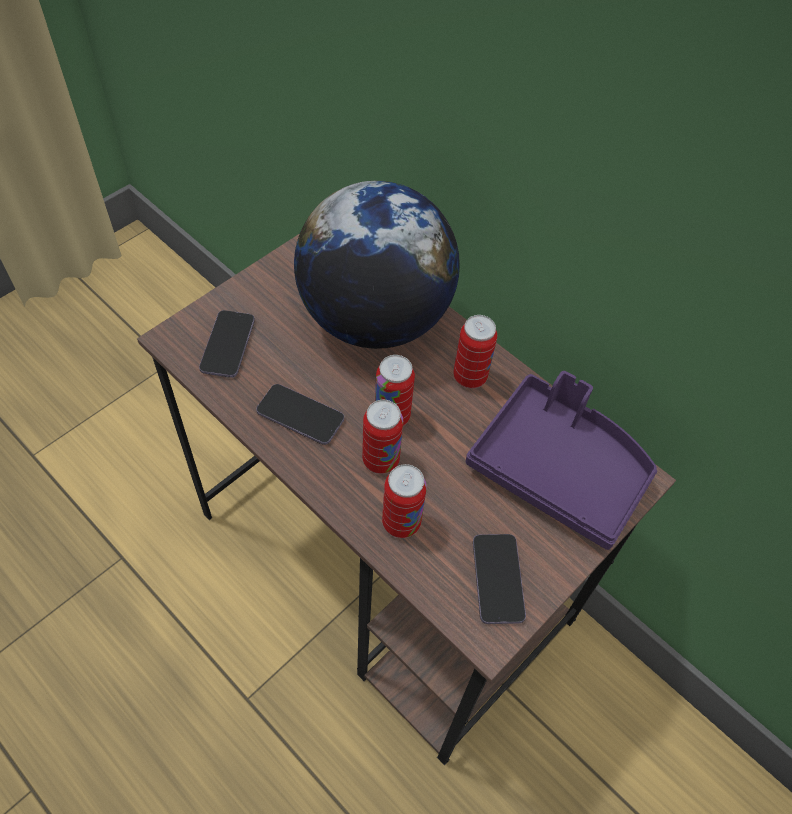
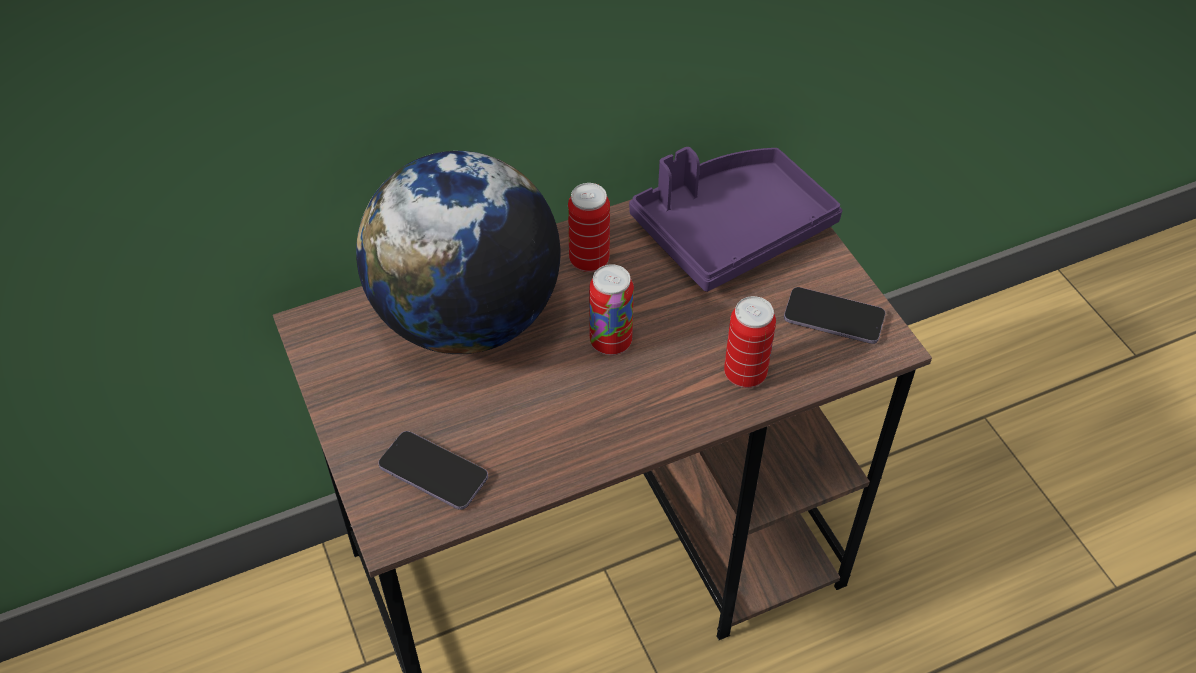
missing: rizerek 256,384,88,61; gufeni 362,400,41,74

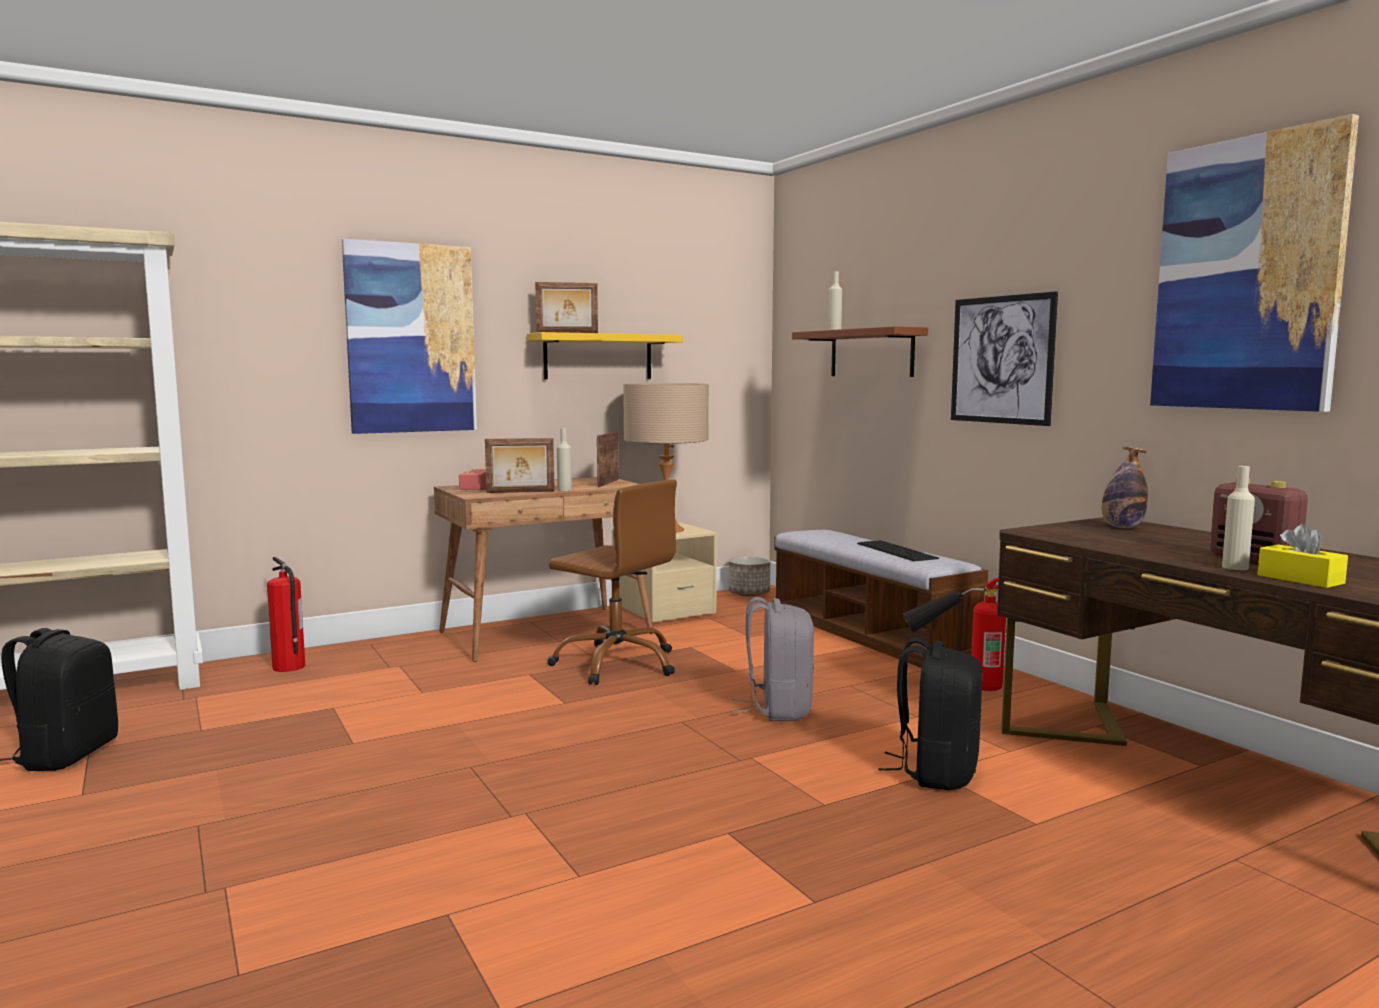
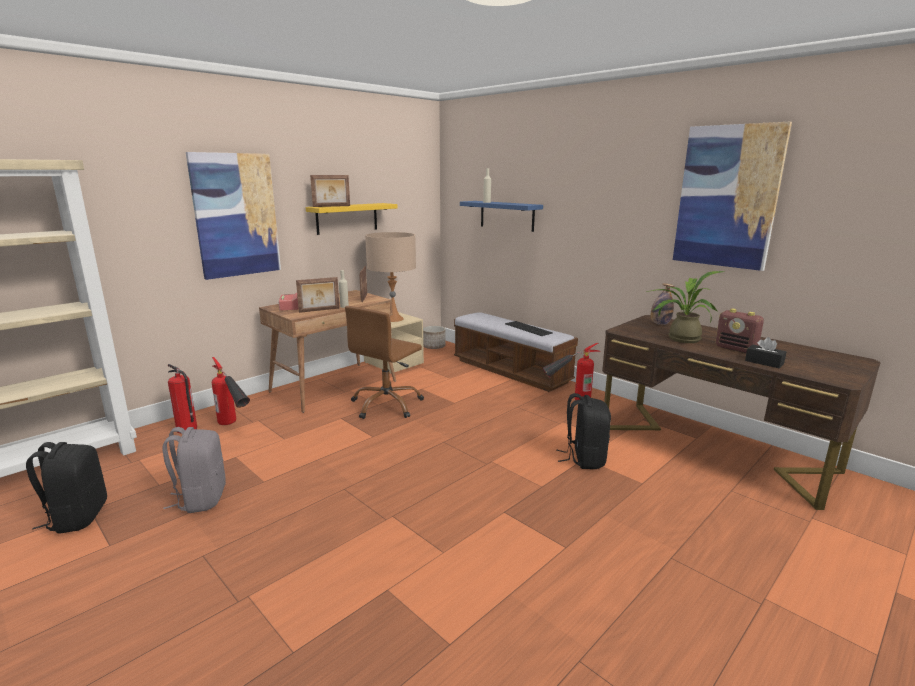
missing: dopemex 951,291,107,135; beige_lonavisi 1222,466,33,104
appeared: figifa 646,271,78,72; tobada 212,357,38,68
relocated: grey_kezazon 732,597,82,124 to 162,427,64,86
colour: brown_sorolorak 792,326,136,51 to blue_sorolorak 460,201,83,31; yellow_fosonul 1257,524,91,64 to black_fosonul 745,337,41,31
spun: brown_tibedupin 547,480,130,205 = 345,306,79,113 105 degrees clockwise

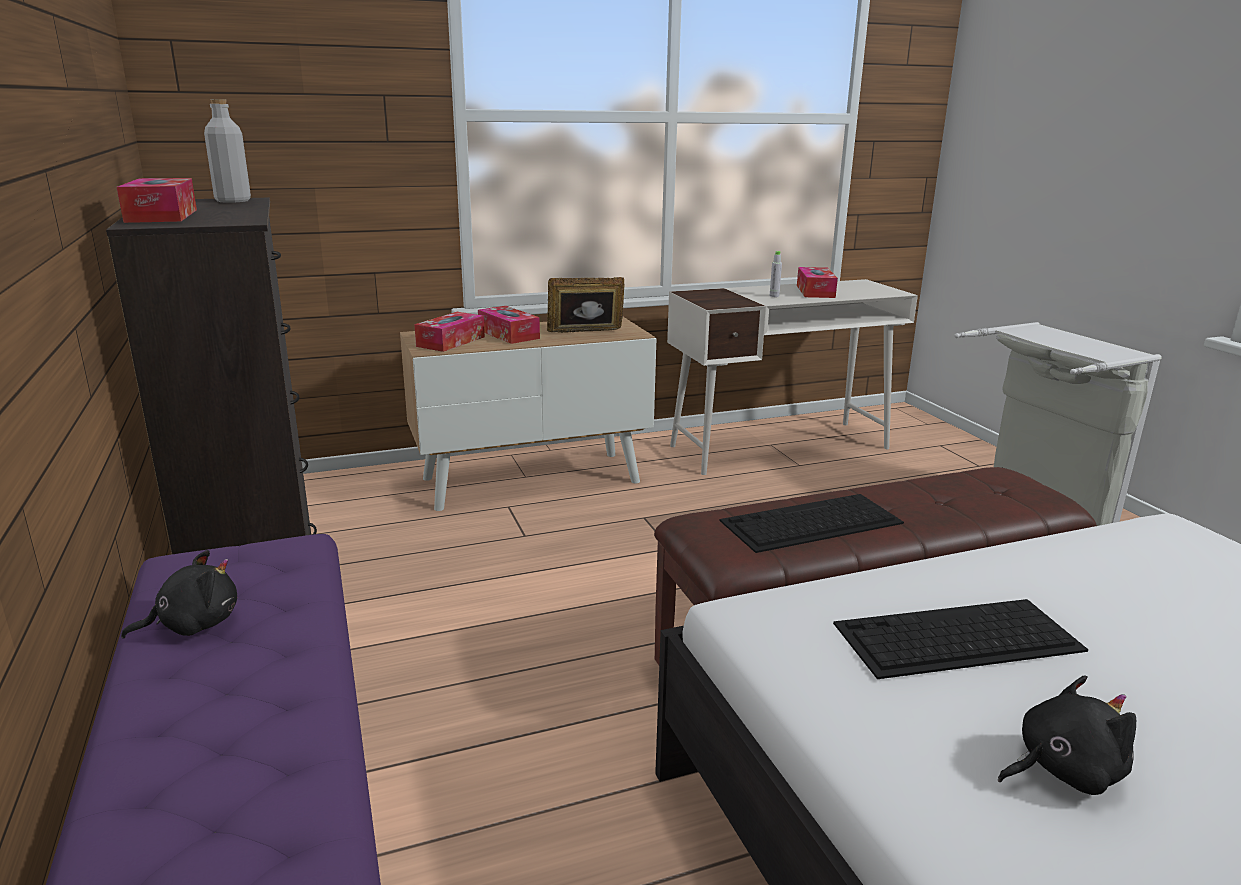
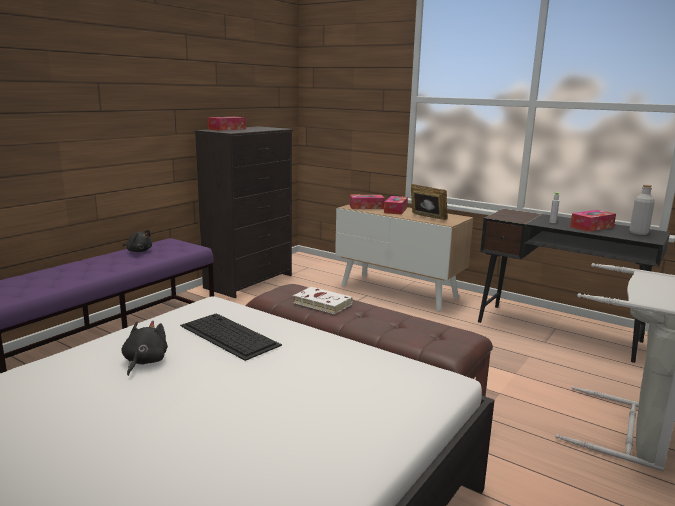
relocated: grey_lonavisi 204,99,47,104 to 629,185,26,50
exchanged: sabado 720,494,184,59 to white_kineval 293,287,60,27
colour: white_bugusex 667,279,251,196 to black_bugusex 478,209,192,154
spun: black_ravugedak 998,675,138,120 = 121,321,47,55 120 degrees counterclockwise

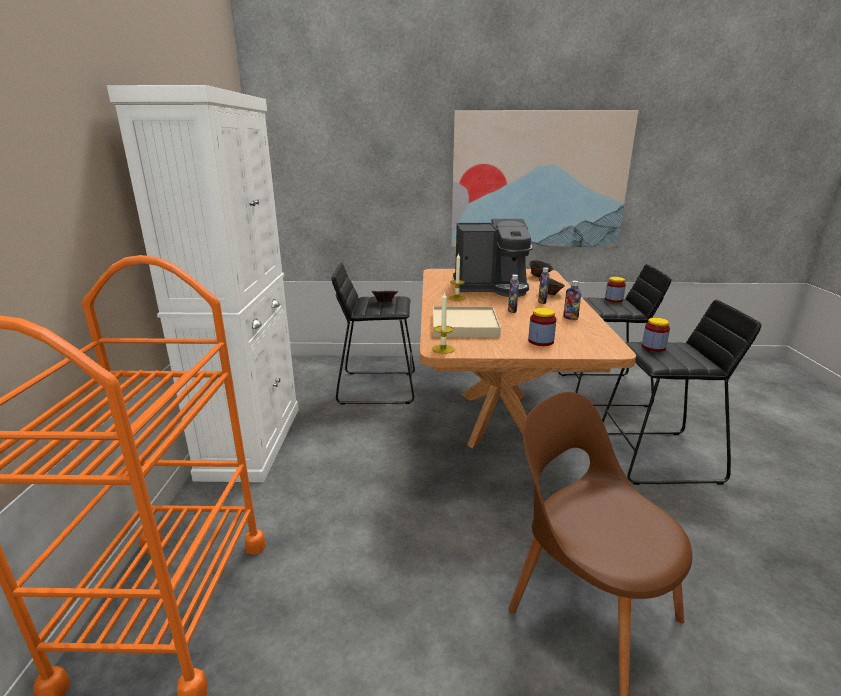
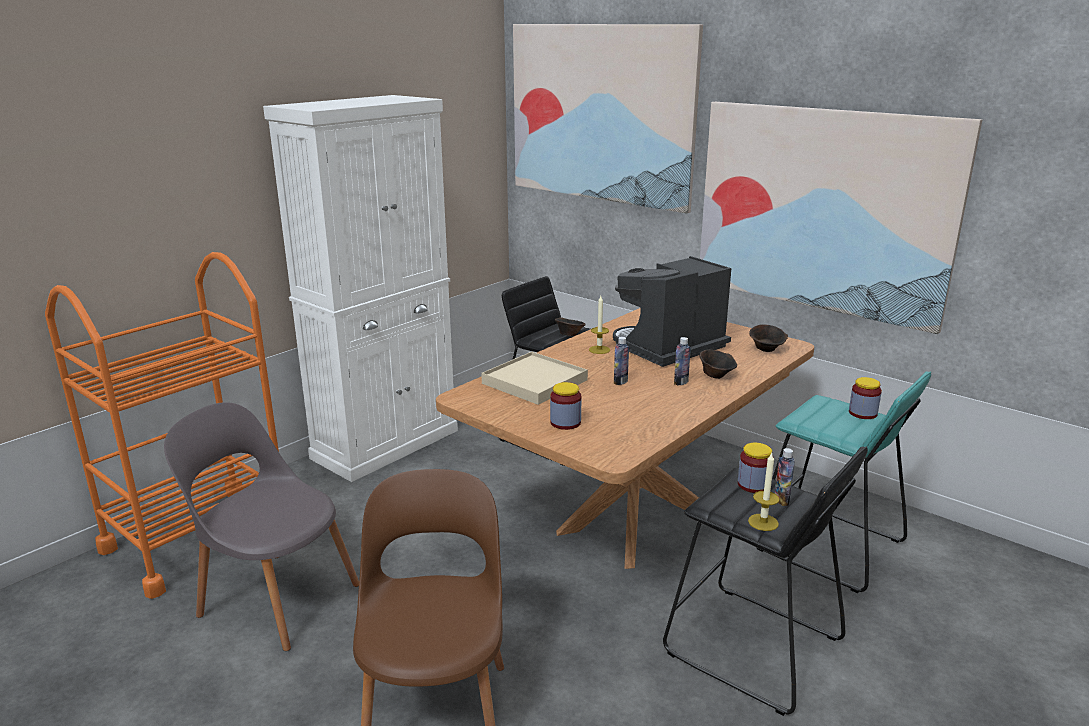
appeared: dopemex 513,24,190,189; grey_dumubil 164,402,195,249
relocated: lonavisi 563,281,18,39 to 775,448,20,58; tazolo 432,291,22,63 to 748,453,32,78
colour: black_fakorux 558,264,113,143 to turquoise_fakorux 756,371,175,222
spun: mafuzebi 453,219,79,78 = 613,256,118,111 105 degrees clockwise

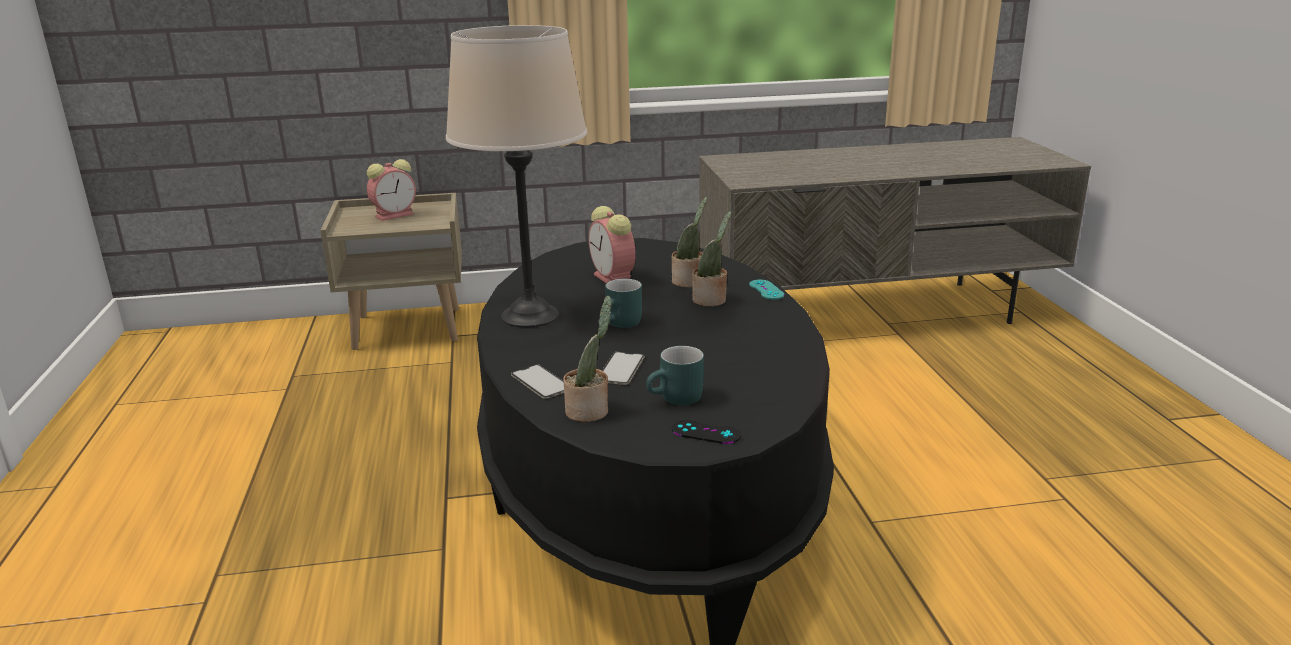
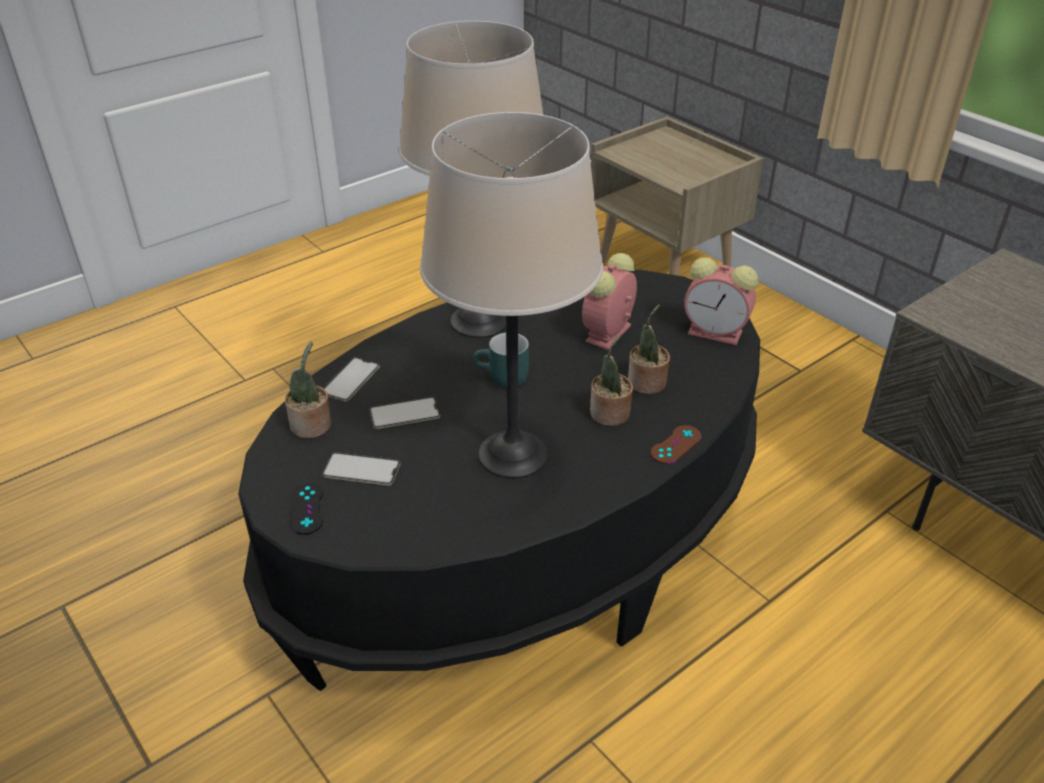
appeared: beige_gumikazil 420,112,183,366
relocated: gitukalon 367,159,49,62 to 684,257,74,88
exchanged: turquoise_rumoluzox 646,346,58,59 to rizerek 322,452,78,34
colour: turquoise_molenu 749,280,35,20 to brown_molenu 651,425,51,39

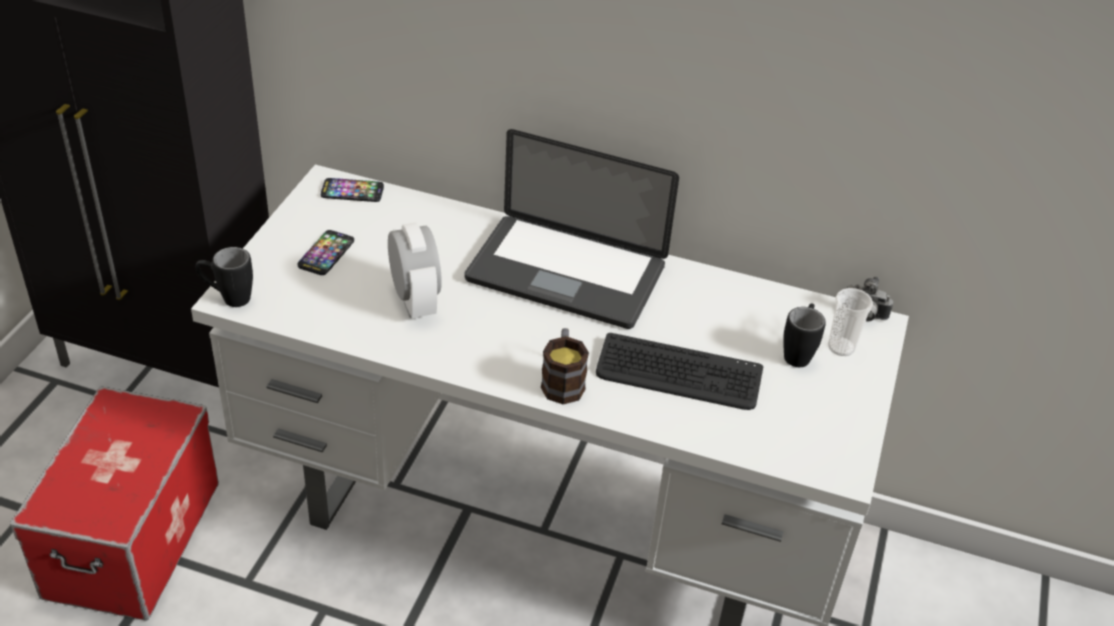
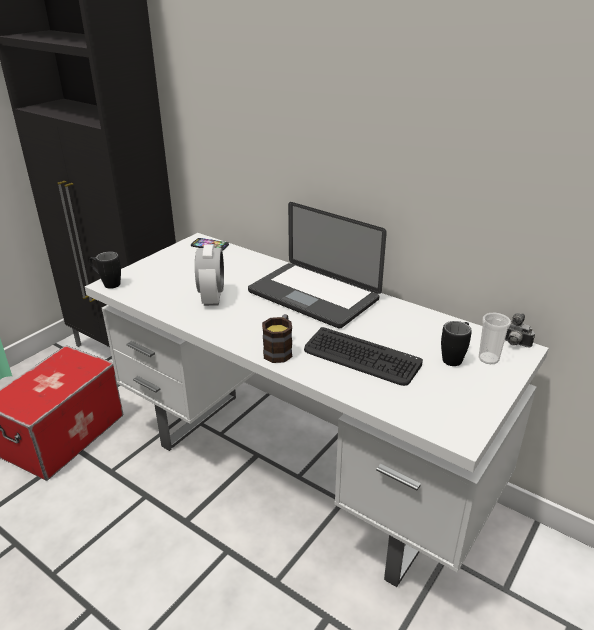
missing: rizerek 298,230,56,45

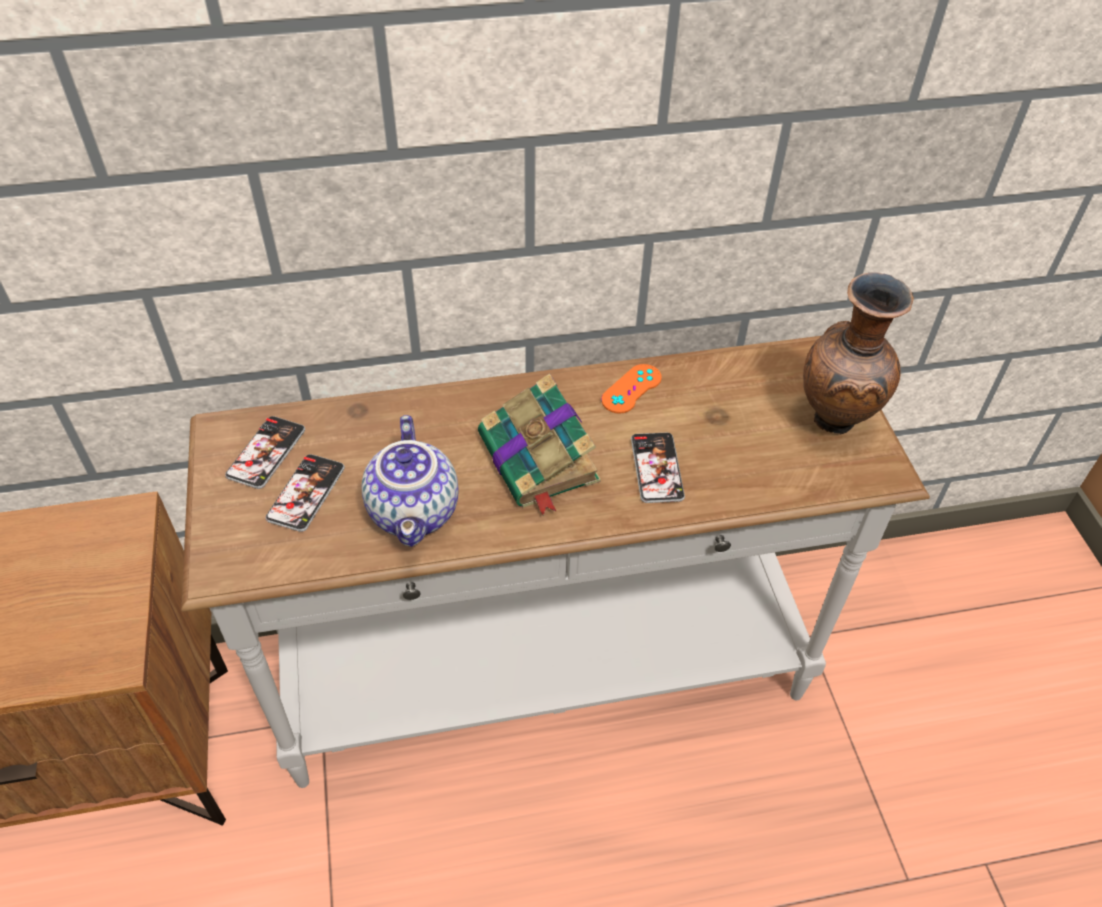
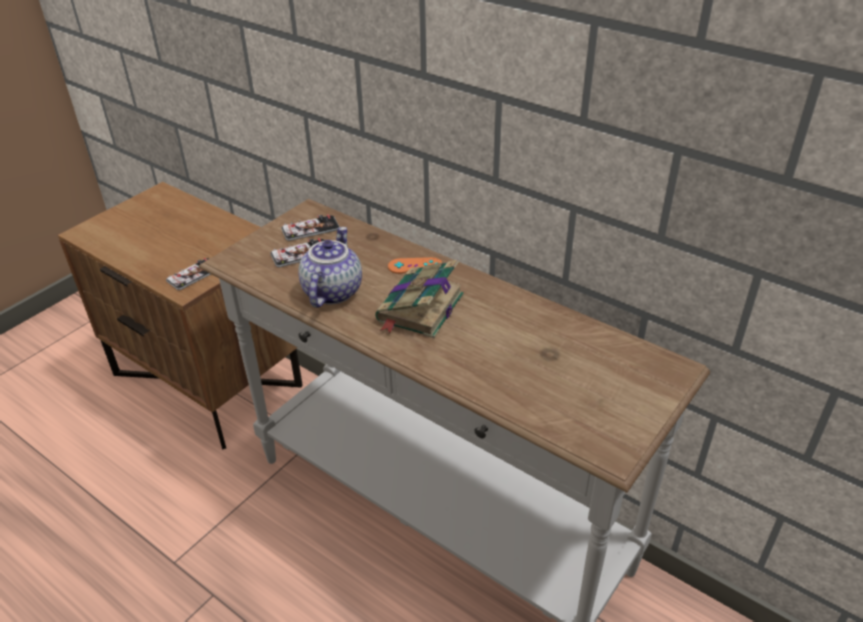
missing: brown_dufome 803,272,111,163
relocated: orange_molenu 601,364,61,50 to 388,257,54,17; rizerek 631,433,54,70 to 166,258,45,32
spun: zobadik 362,415,96,132 = 298,227,64,81 150 degrees clockwise

